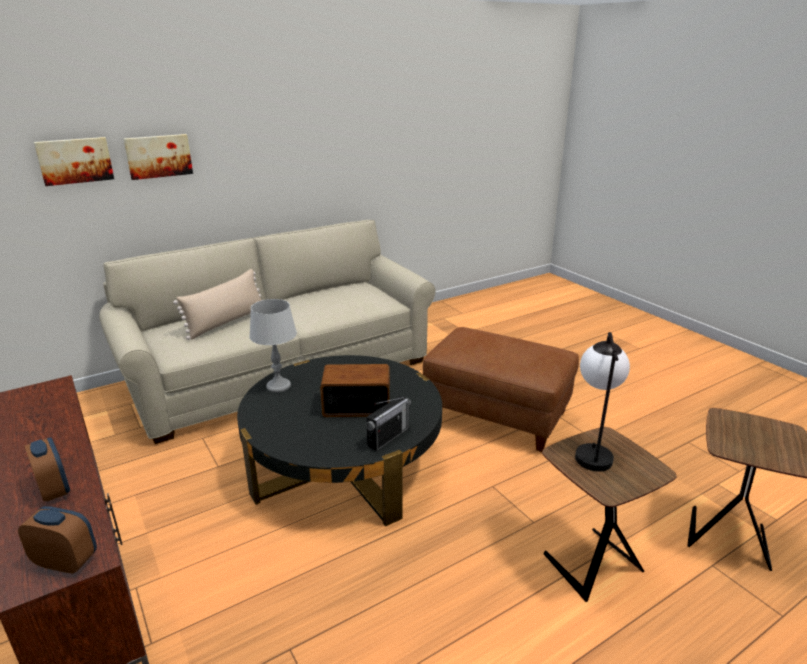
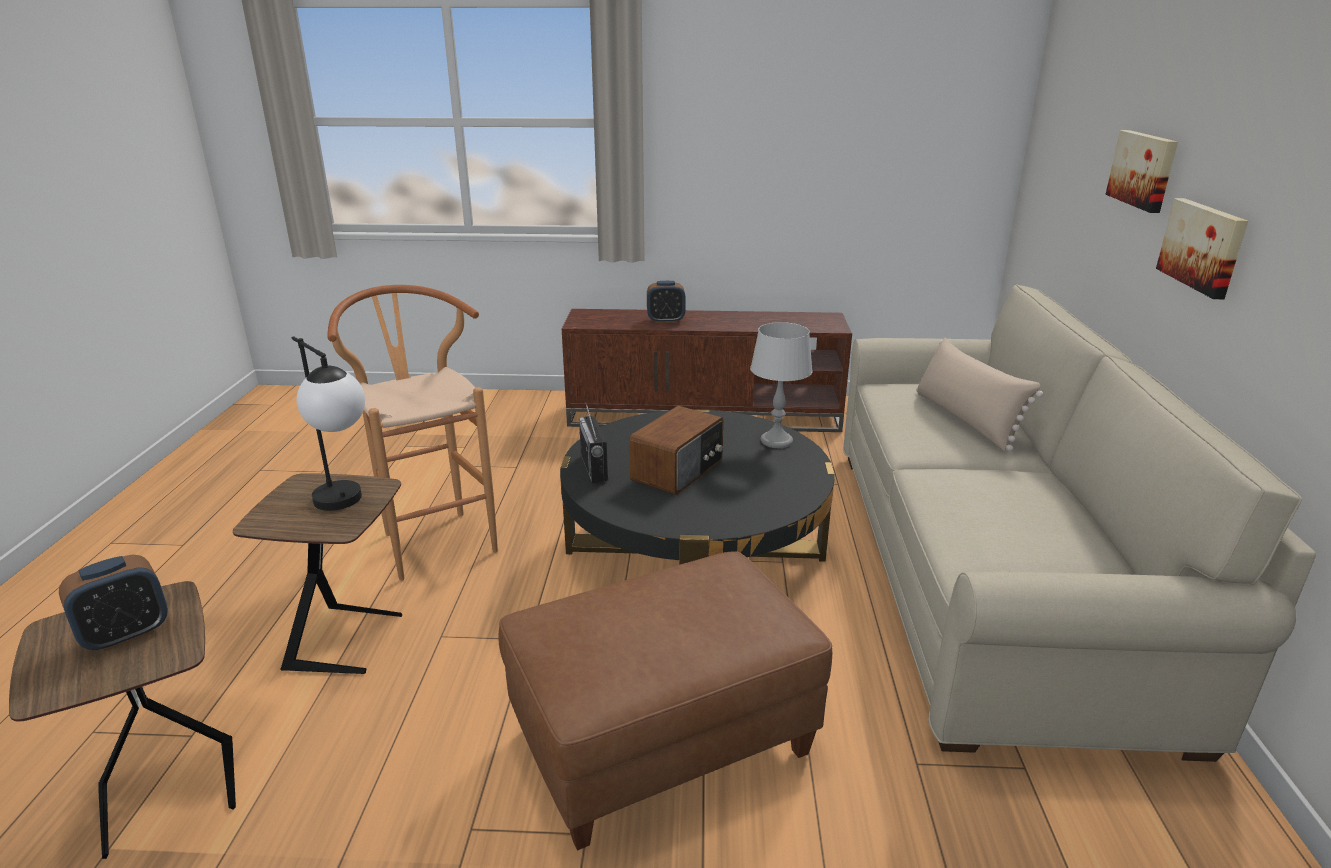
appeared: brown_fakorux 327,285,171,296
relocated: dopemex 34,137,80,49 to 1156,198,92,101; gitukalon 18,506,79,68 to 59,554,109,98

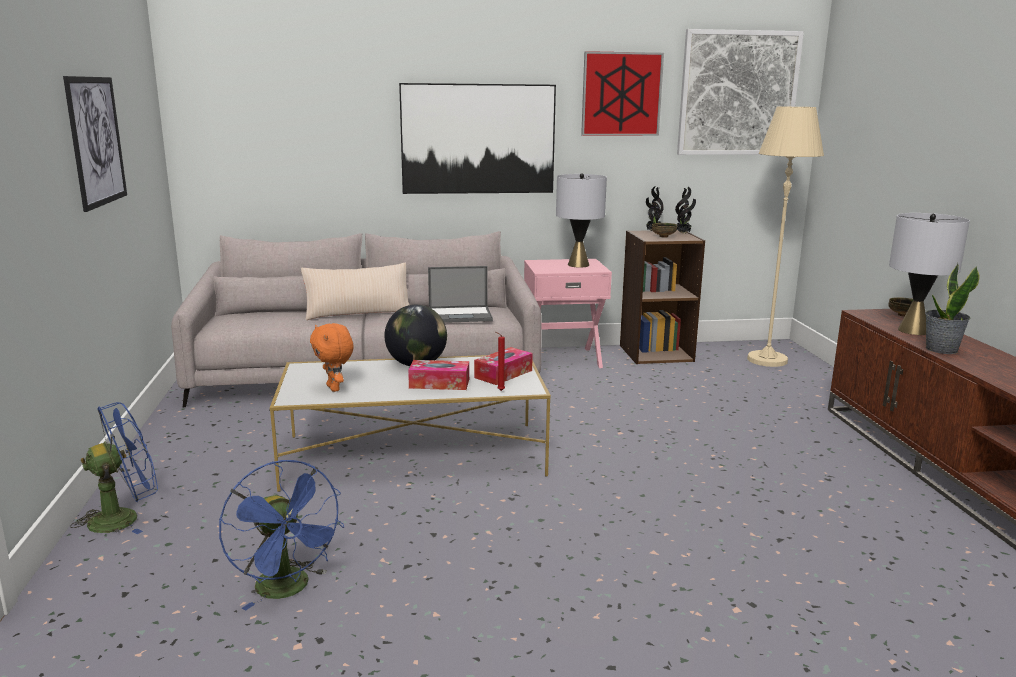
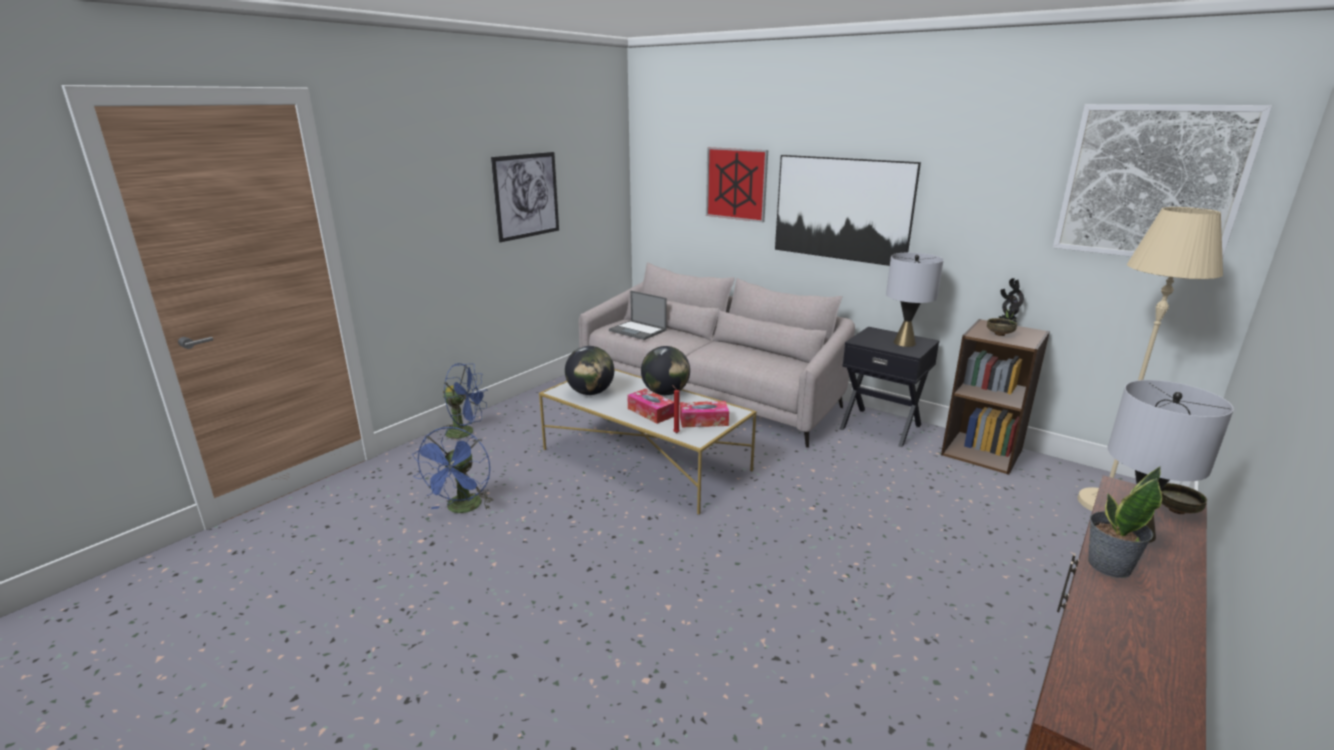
missing: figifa 675,187,21,47; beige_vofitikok 301,263,108,57
relocated: dopemex 581,51,83,85 to 706,147,62,75; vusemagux 428,266,65,57 to 609,291,57,49
exchanged: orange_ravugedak 310,323,44,69 to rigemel 565,346,49,49
colour: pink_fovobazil 524,259,88,109 to black_fovobazil 840,327,99,120

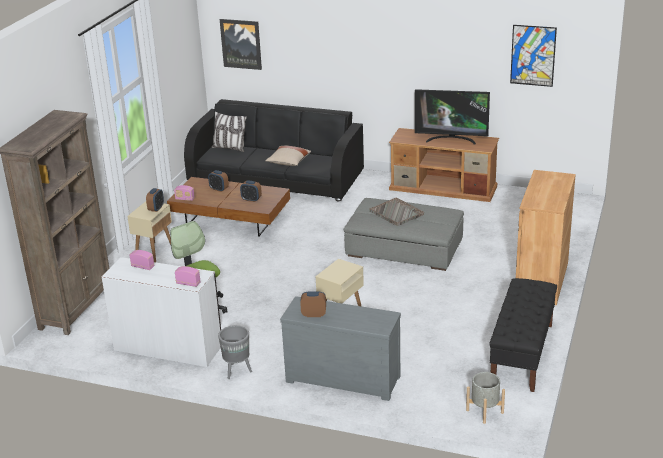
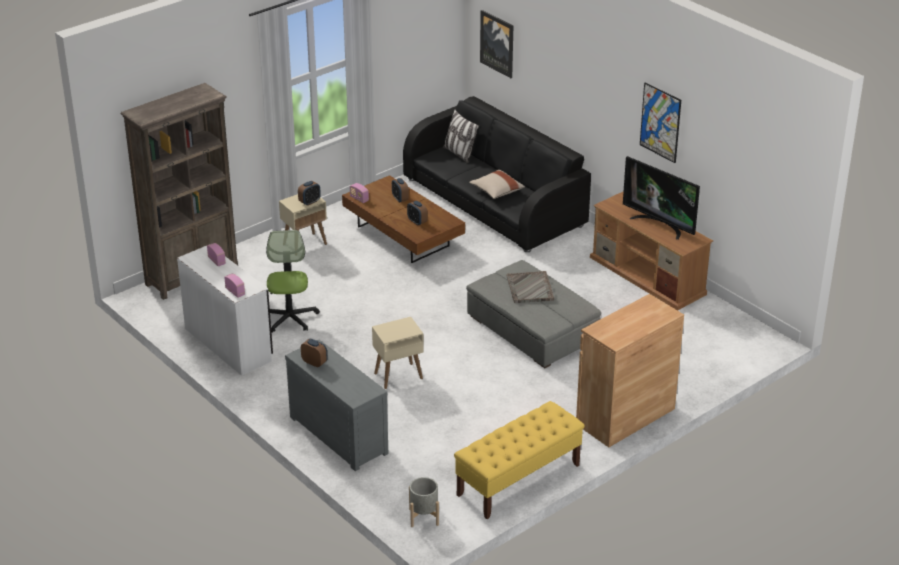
missing: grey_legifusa 218,325,34,54
relocated: dopemex 510,25,47,62 to 640,83,41,80
colour: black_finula 489,278,68,114 to yellow_finula 454,401,131,118

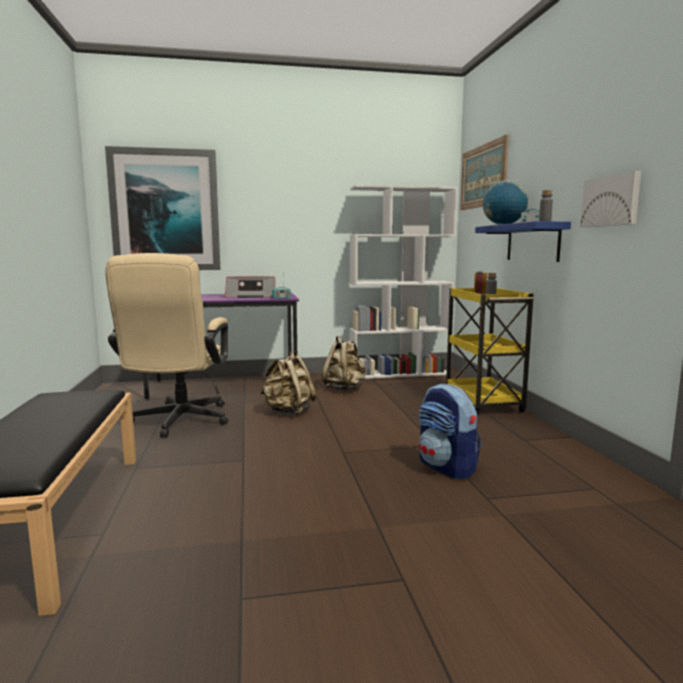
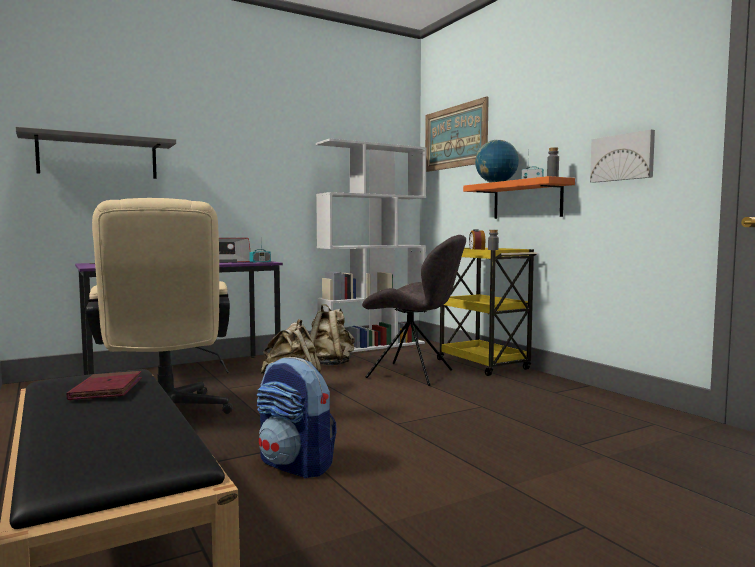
appeared: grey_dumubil 362,235,104,151; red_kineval 66,371,76,29
relocated: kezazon 419,384,62,95 to 257,357,80,122
exchanged: dopemex 105,146,115,124 to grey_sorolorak 16,127,160,52
colour: blue_sorolorak 475,221,96,41 to orange_sorolorak 463,176,112,43

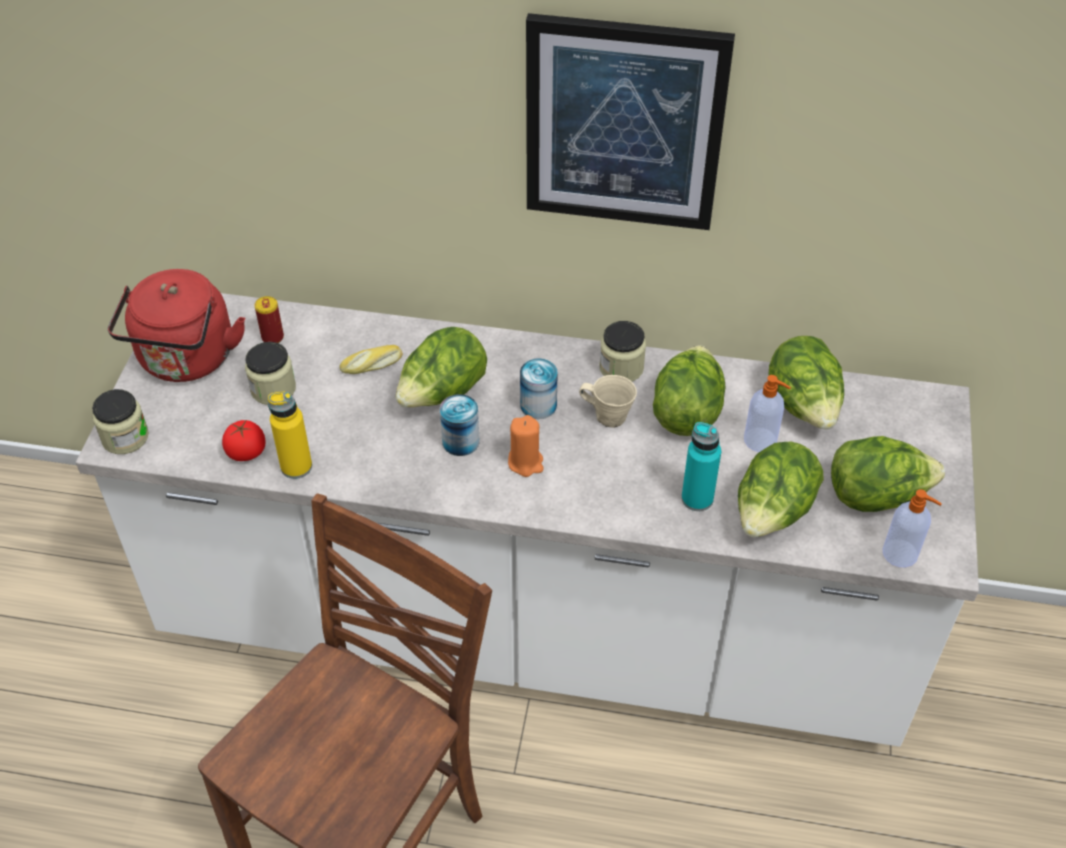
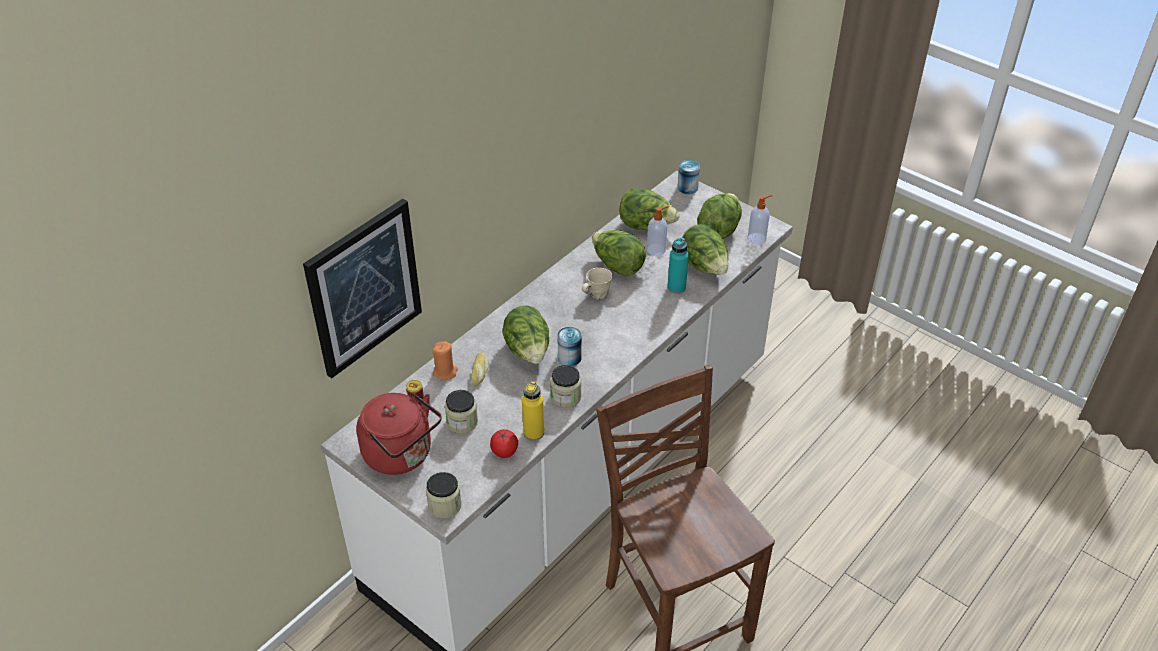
relocated: dopemex 526,13,209,217 to 303,199,119,179; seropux 599,321,47,61 to 550,365,31,43; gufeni 520,358,38,61 to 678,160,22,34; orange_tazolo 508,415,35,62 to 432,341,26,39

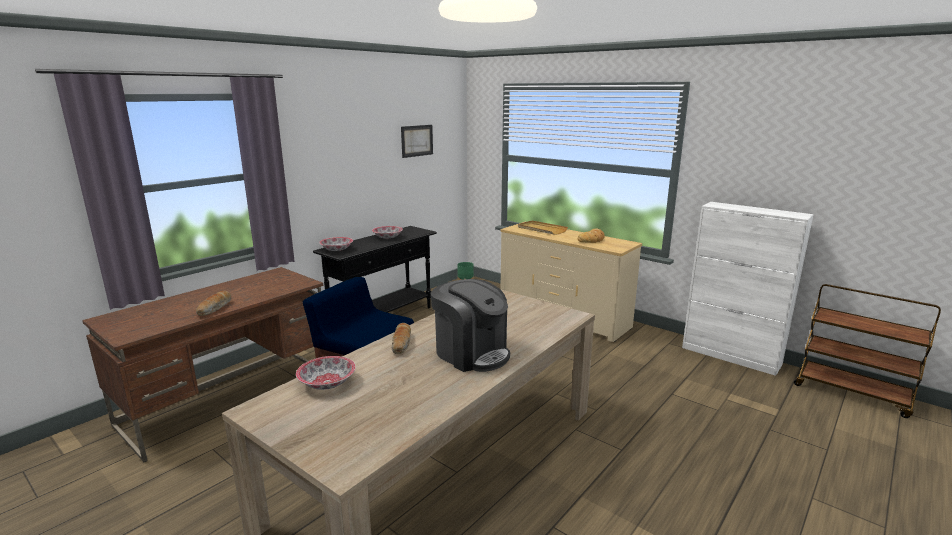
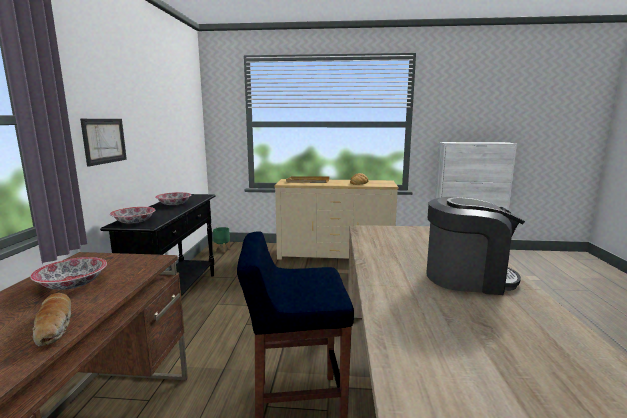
missing: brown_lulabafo 794,284,147,134; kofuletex 391,323,20,31
relocated: dopemex 401,125,32,33 to 80,119,47,48; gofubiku 296,356,60,34 to 30,257,77,33

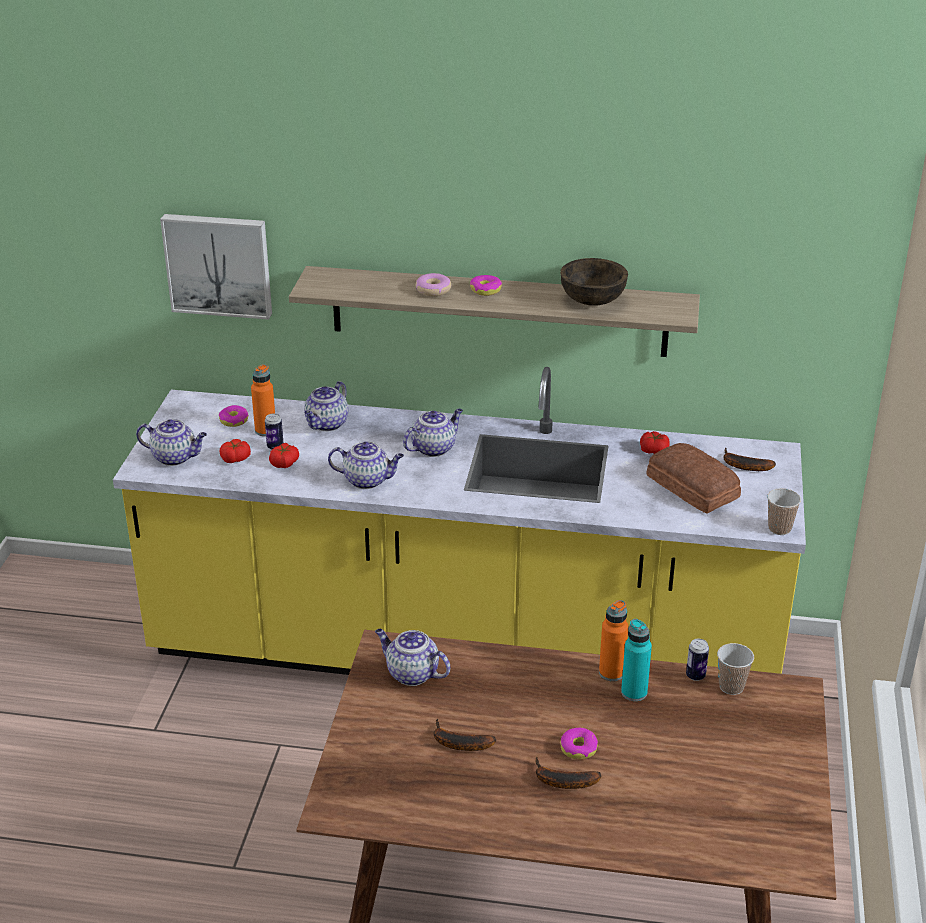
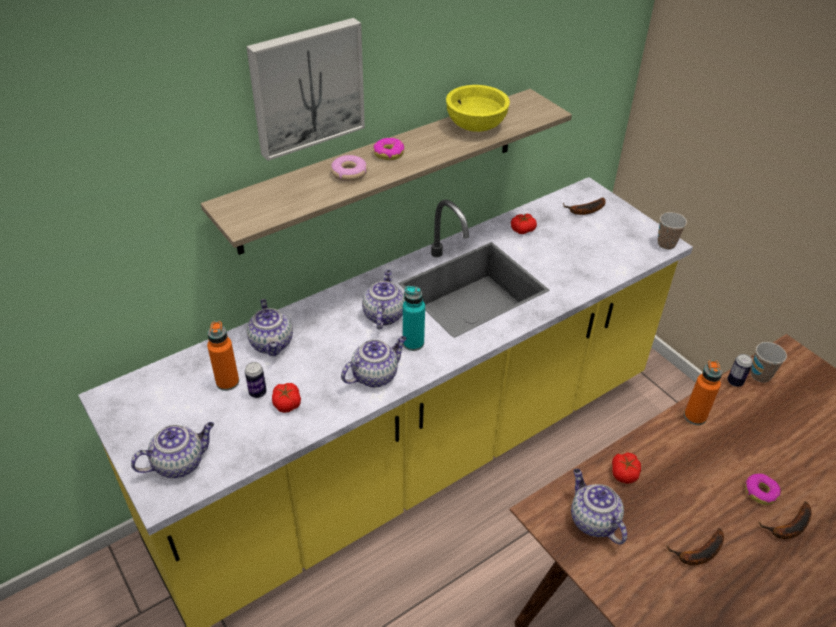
missing: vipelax 219,405,30,22; kofuletex 646,443,95,71
relocated: dopemex 160,214,112,106 to 246,18,119,143; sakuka 220,439,31,24 to 612,452,29,31; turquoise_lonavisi 621,619,31,82 to 403,286,22,65
colour: brown_gofubiku 560,258,68,48 to yellow_gofubiku 446,85,64,47
spun: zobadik 375,629,75,57 = 571,469,56,76 75 degrees clockwise

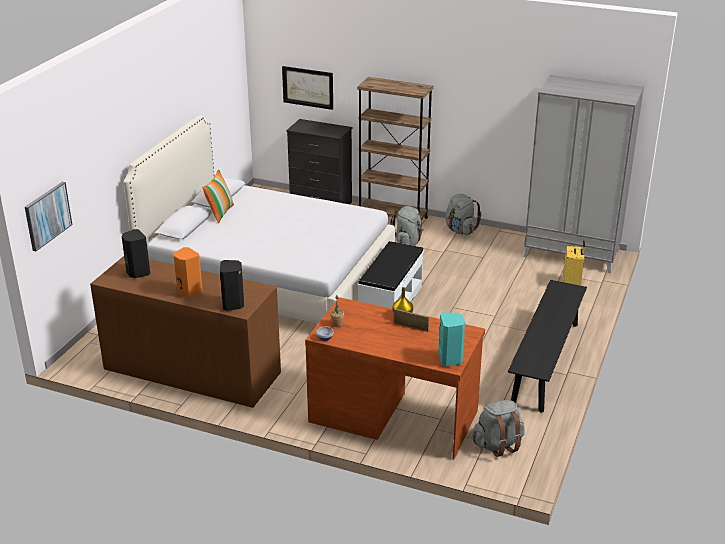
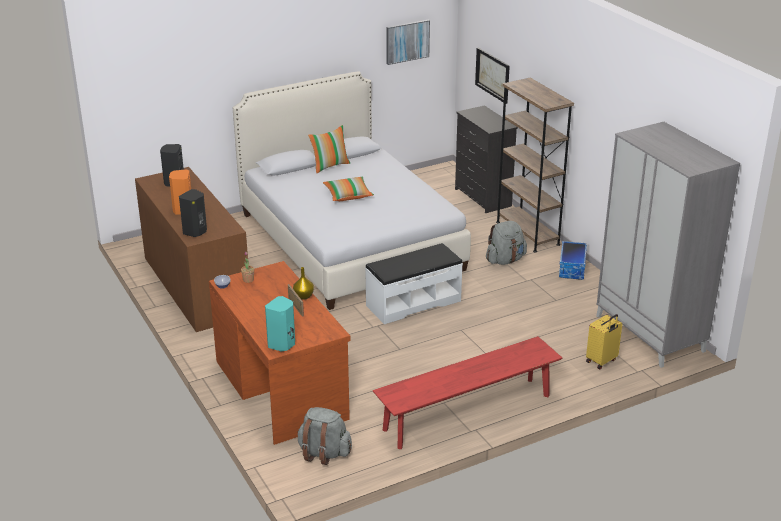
appeared: vofitikok 323,177,51,24
relocated: dopemex 25,182,47,69 to 386,20,44,45
exchanged: grey_kezazon 445,194,36,41 to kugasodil 559,241,28,39
colour: black_finula 508,280,79,133 to red_finula 373,336,189,113

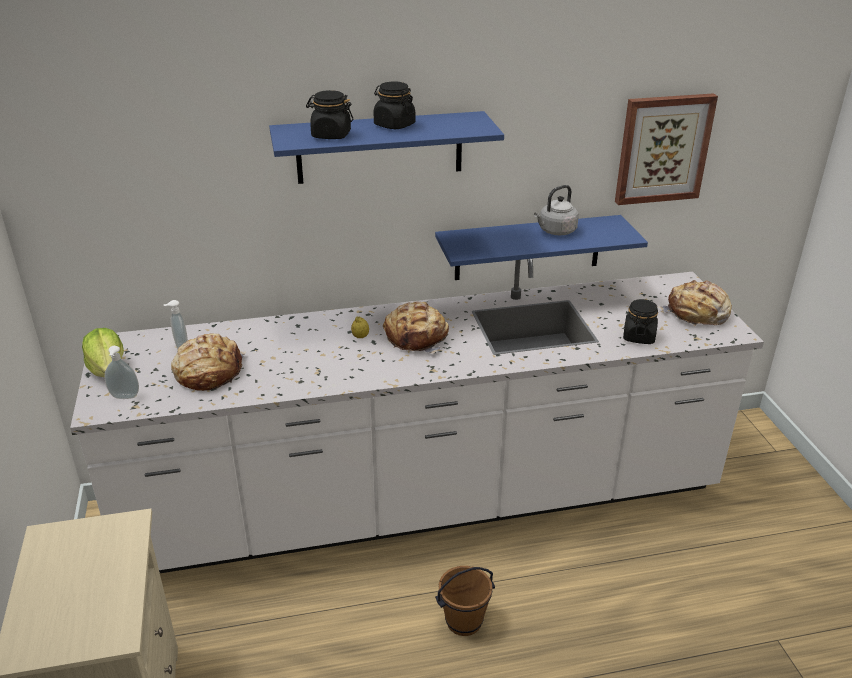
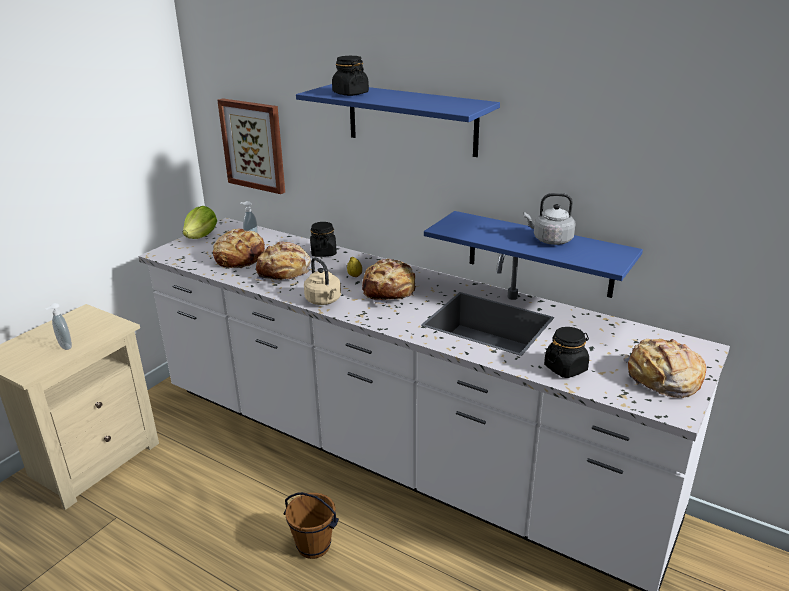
appeared: kofuletex 255,241,56,40; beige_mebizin 304,257,37,48
relocated: black_seropux 373,82,42,47 to 310,222,27,35; dopemex 615,93,103,112 to 217,98,68,96; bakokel 105,346,34,53 to 45,303,27,47

